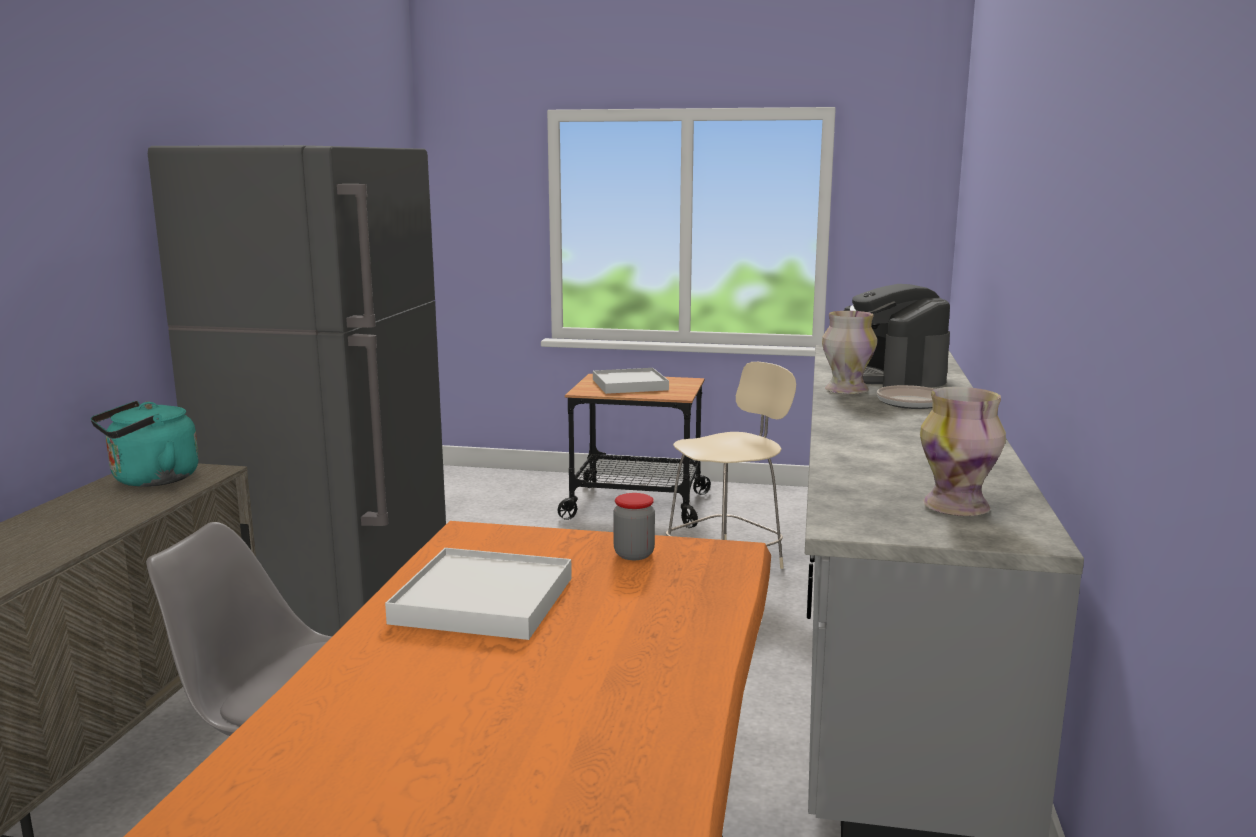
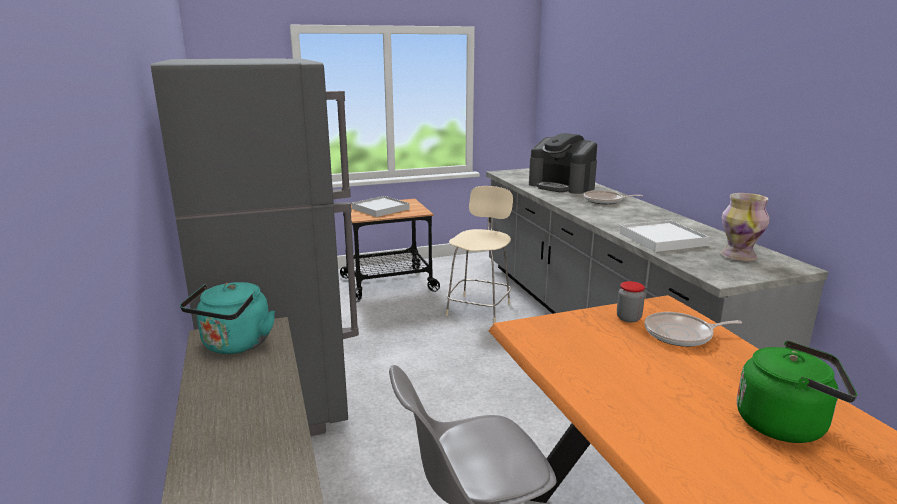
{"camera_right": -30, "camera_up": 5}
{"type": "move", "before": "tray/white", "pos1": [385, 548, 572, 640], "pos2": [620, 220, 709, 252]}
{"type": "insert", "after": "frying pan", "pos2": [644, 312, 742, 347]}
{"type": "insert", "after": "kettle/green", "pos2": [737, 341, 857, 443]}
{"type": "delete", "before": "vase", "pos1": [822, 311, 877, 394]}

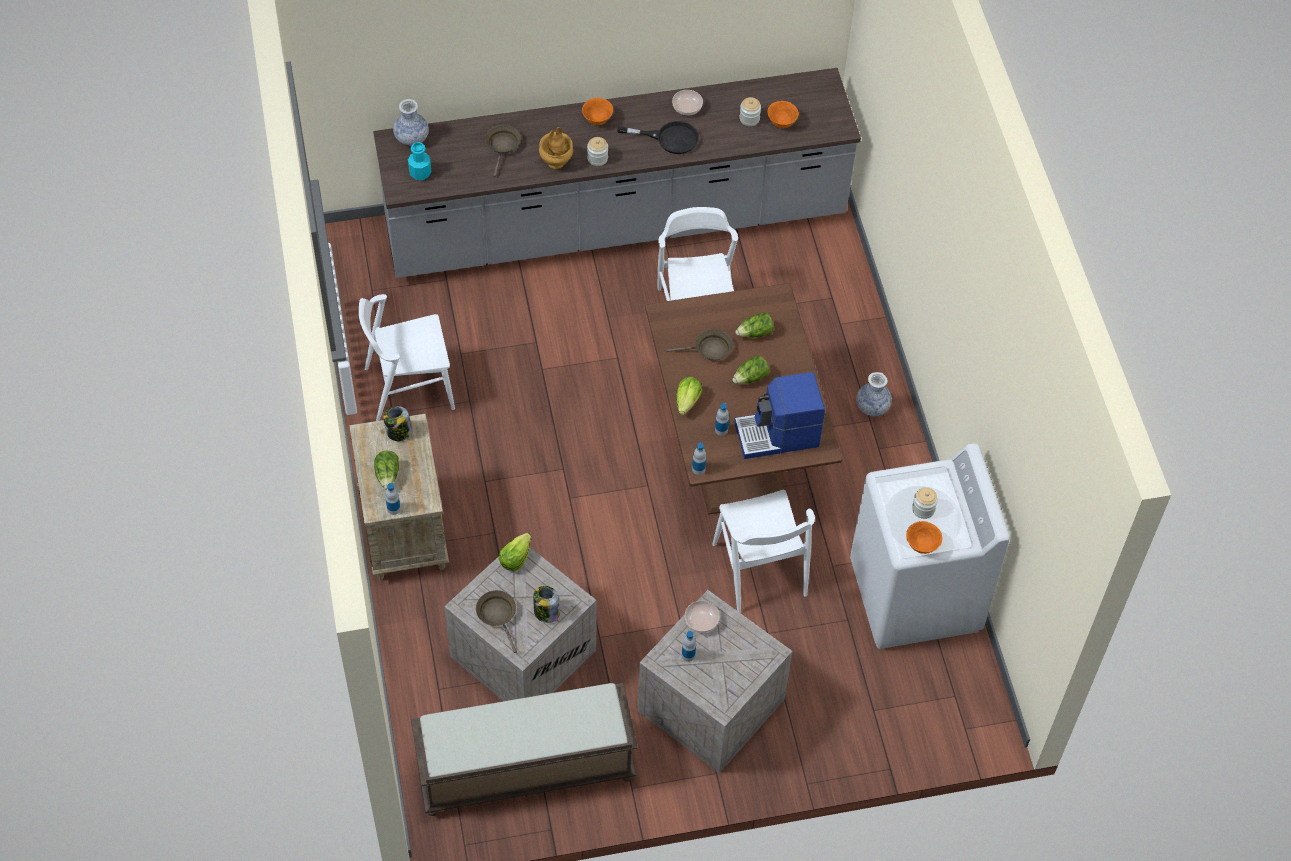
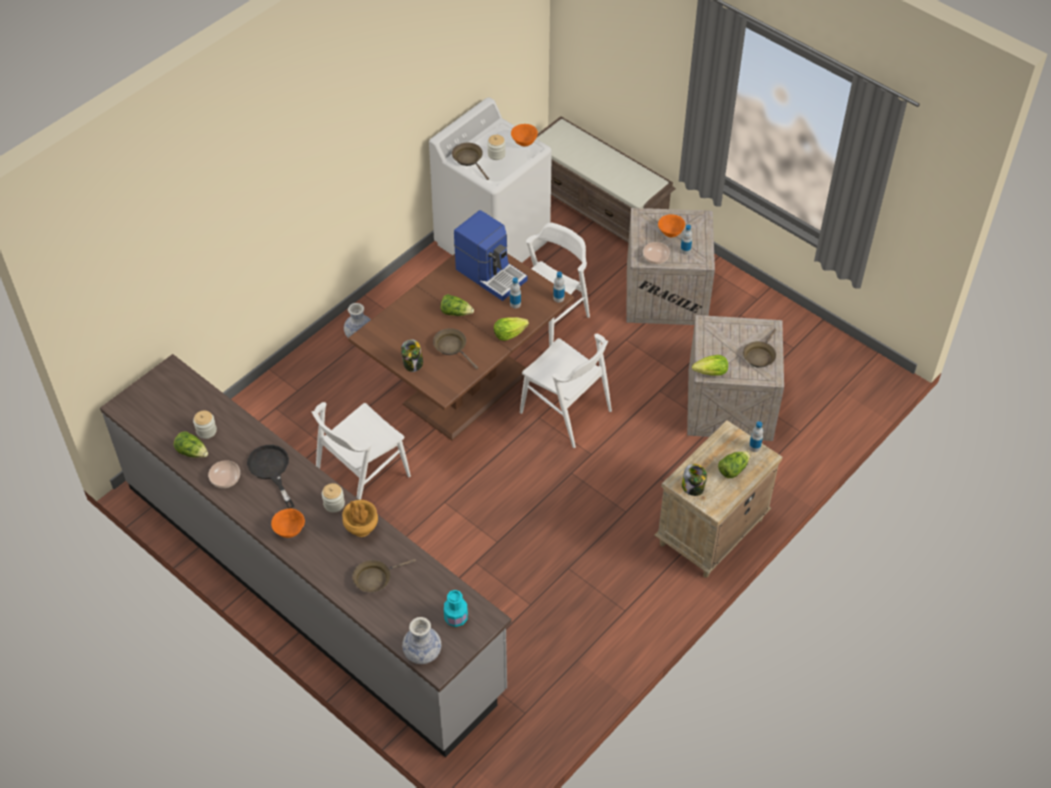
{"camera_right": -125, "camera_up": -5}
{"type": "move", "before": "lettuce", "pos1": [735, 313, 774, 338], "pos2": [174, 431, 208, 458]}
{"type": "move", "before": "jar", "pos1": [533, 586, 560, 623], "pos2": [401, 339, 423, 372]}
{"type": "insert", "after": "frying pan/brown", "pos2": [452, 143, 489, 180]}
{"type": "move", "before": "chair/white", "pos1": [359, 294, 455, 421], "pos2": [520, 334, 612, 448]}
{"type": "move", "before": "bench/brown", "pos1": [411, 683, 637, 816], "pos2": [536, 116, 676, 243]}
{"type": "move", "before": "bowl/orange", "pos1": [767, 101, 799, 128], "pos2": [658, 214, 685, 237]}

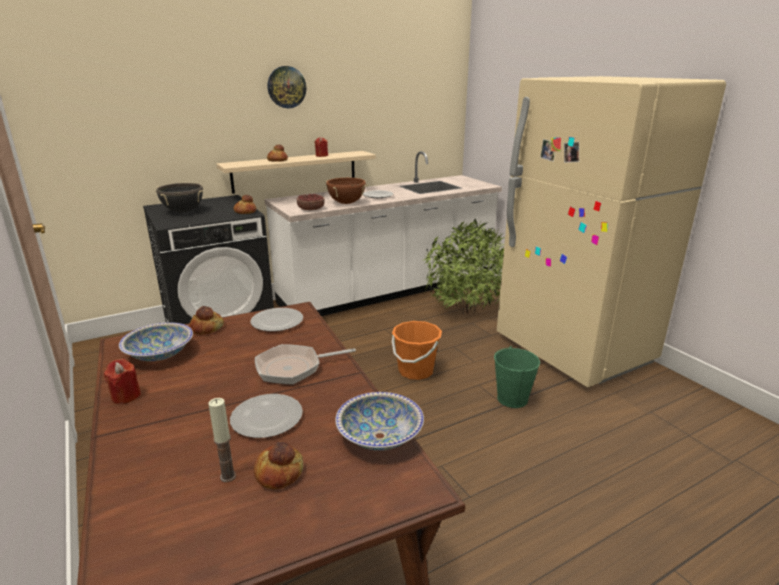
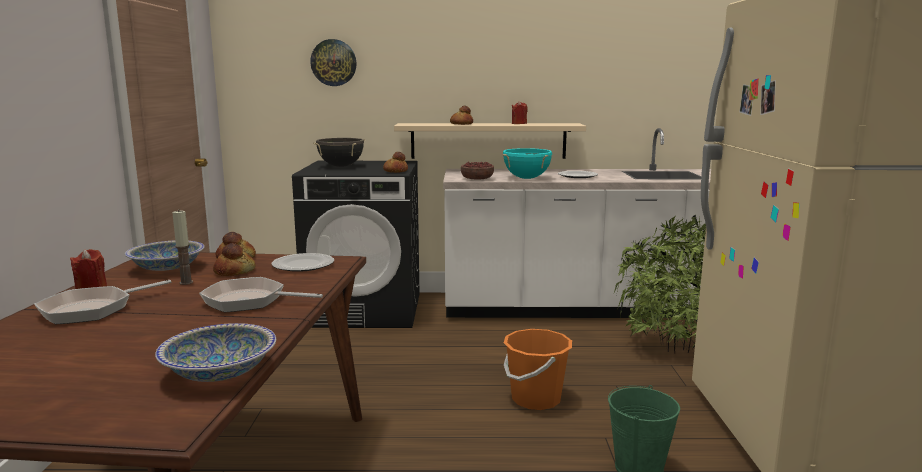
{"camera_right": 30, "camera_up": -10}
{"type": "insert", "after": "frying pan", "pos2": [34, 280, 171, 324]}
{"type": "move", "before": "candle", "pos1": [208, 398, 236, 482], "pos2": [172, 209, 193, 285]}
{"type": "move", "before": "bread", "pos1": [254, 441, 303, 489], "pos2": [213, 243, 256, 276]}
{"type": "move", "before": "wall clock", "pos1": [268, 66, 306, 108], "pos2": [310, 39, 357, 86]}
{"type": "recolor", "before": "cooking pot/brown", "after": "cooking pot/turquoise", "pos1": [325, 178, 368, 204], "pos2": [503, 148, 552, 179]}
{"type": "delete", "before": "plate", "pos1": [230, 394, 303, 438]}

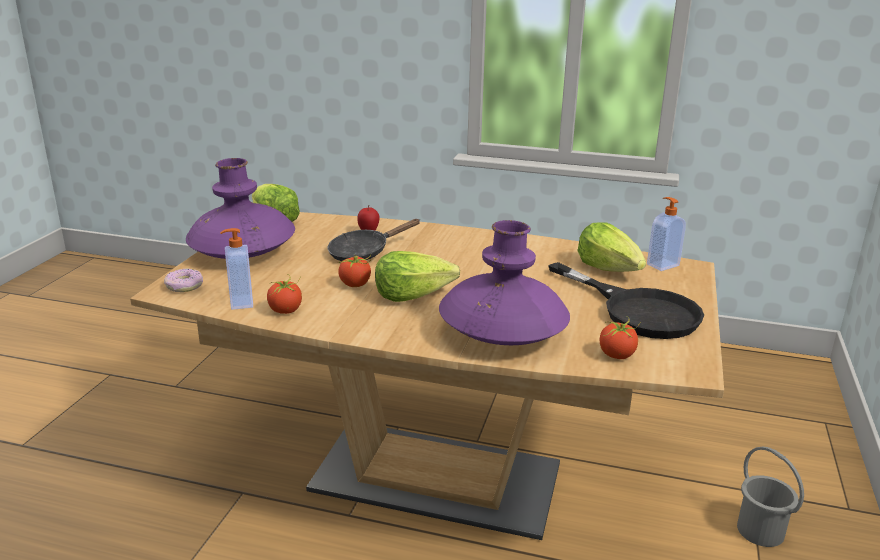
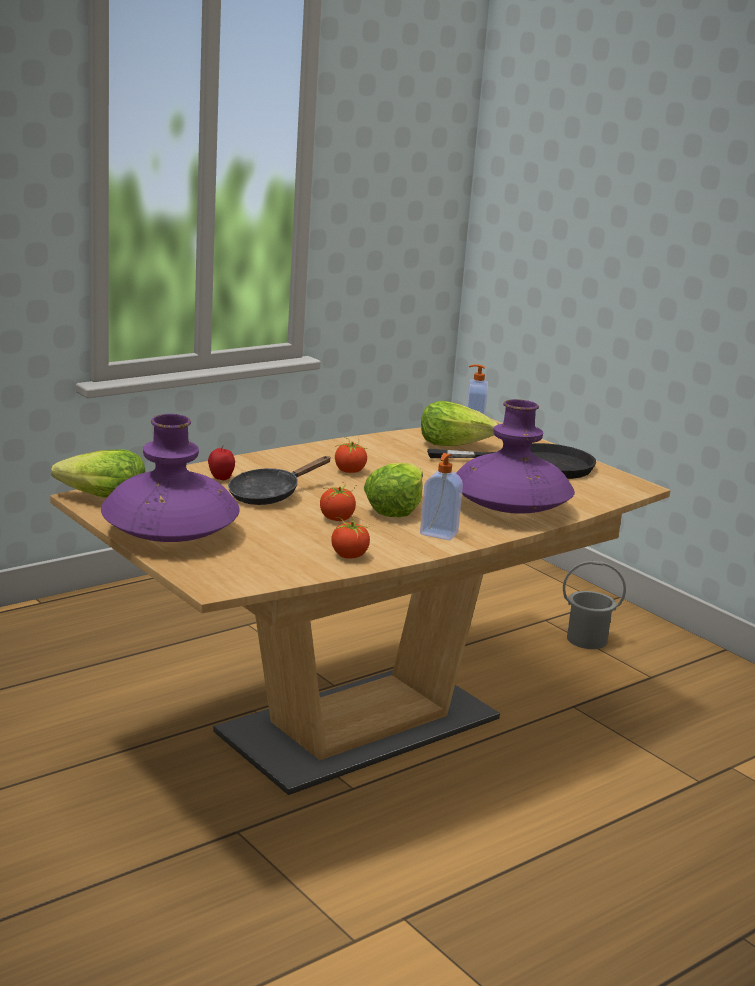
{"camera_right": -55, "camera_up": -5}
{"type": "rotate", "before": "frying pan/black", "pos1": [327, 219, 420, 261], "pos2": [228, 456, 330, 505], "turn": 45}
{"type": "move", "before": "tomato", "pos1": [600, 316, 641, 359], "pos2": [335, 438, 368, 473]}
{"type": "move", "before": "soap dispenser", "pos1": [220, 228, 253, 310], "pos2": [420, 453, 463, 541]}
{"type": "delete", "before": "donut", "pos1": [164, 269, 203, 292]}

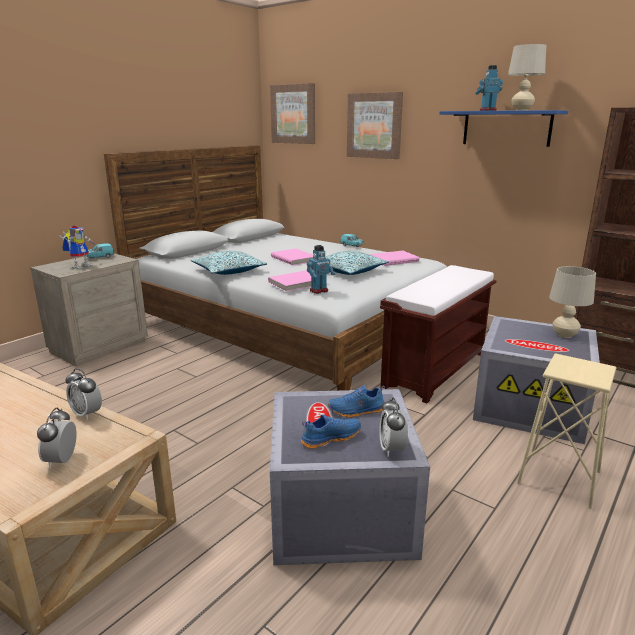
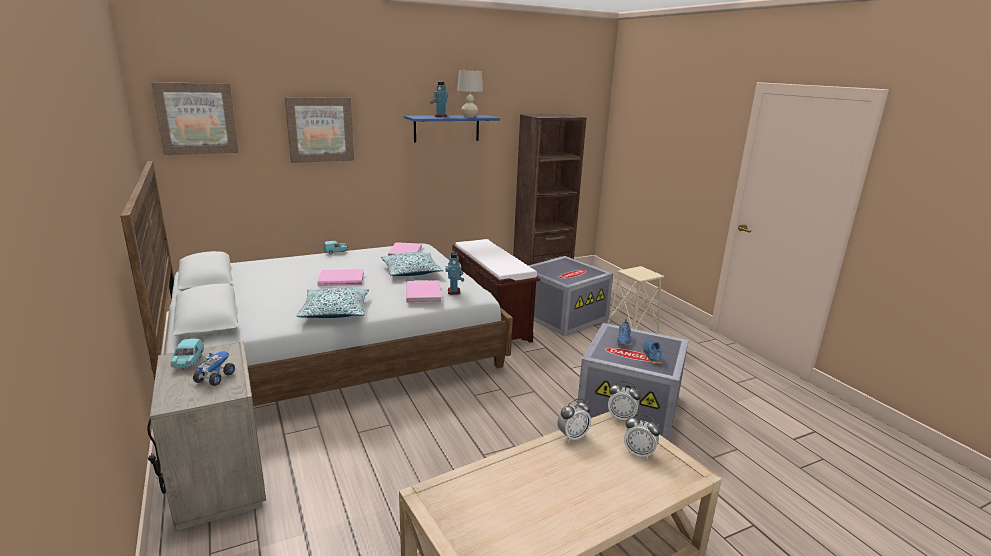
{"camera_right": -65, "camera_up": 0}
{"type": "replace", "before": "toy robot", "after": "toy truck", "pos1": [59, 225, 97, 269], "pos2": [193, 352, 235, 386]}
{"type": "move", "before": "alarm clock", "pos1": [379, 398, 408, 457], "pos2": [608, 381, 641, 420]}
{"type": "delete", "before": "table lamp/beige", "pos1": [549, 266, 596, 338]}

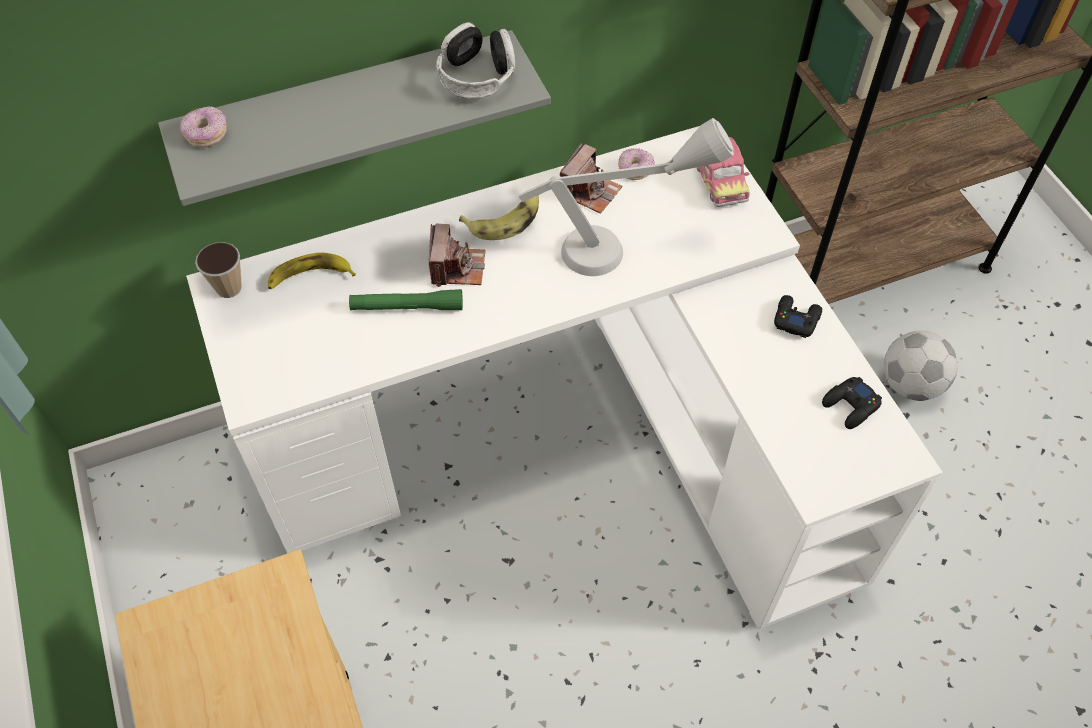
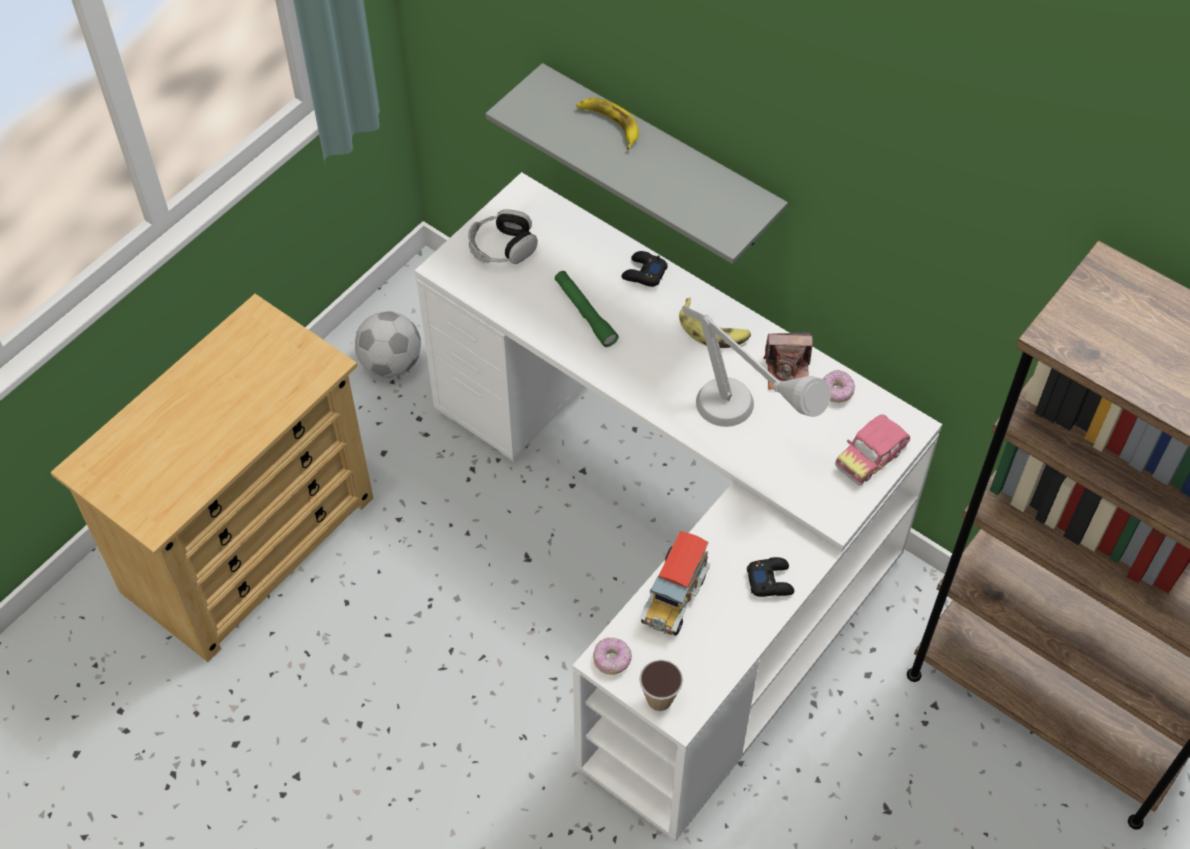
{"camera_right": 60, "camera_up": 0}
{"type": "move", "before": "football", "pos1": [884, 330, 958, 401], "pos2": [355, 311, 421, 377]}
{"type": "move", "before": "headphones", "pos1": [436, 22, 515, 98], "pos2": [468, 209, 537, 264]}
{"type": "move", "before": "banana", "pos1": [268, 253, 356, 289], "pos2": [576, 98, 639, 150]}
{"type": "move", "before": "donut", "pos1": [180, 106, 227, 147], "pos2": [593, 638, 632, 675]}
{"type": "move", "before": "game controller/black", "pos1": [822, 377, 882, 429], "pos2": [622, 251, 668, 287]}
{"type": "move", "before": "cup", "pos1": [195, 242, 242, 298], "pos2": [639, 660, 683, 711]}
{"type": "insert", "after": "toy truck", "pos2": [640, 531, 710, 636]}
{"type": "delete", "before": "photo camera", "pos1": [429, 224, 485, 287]}

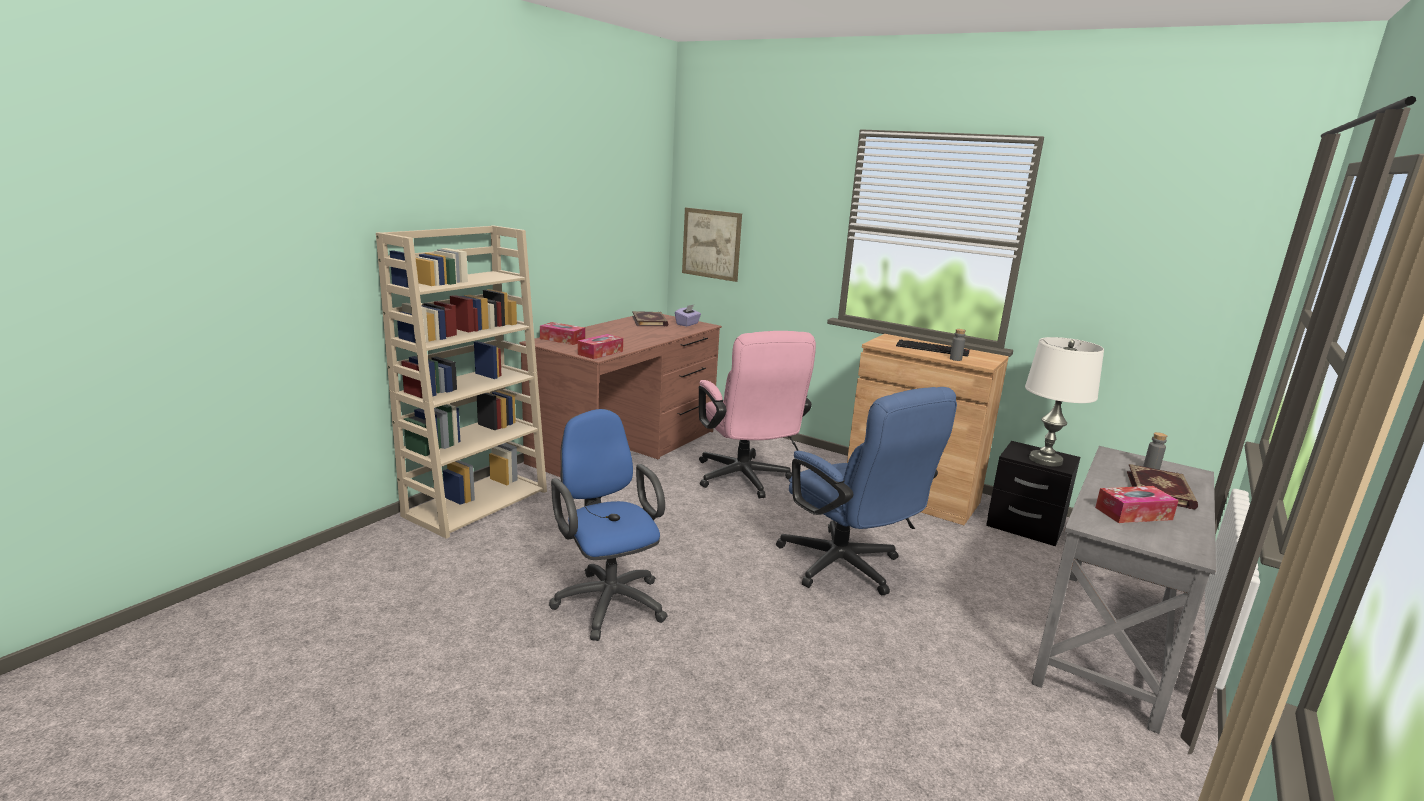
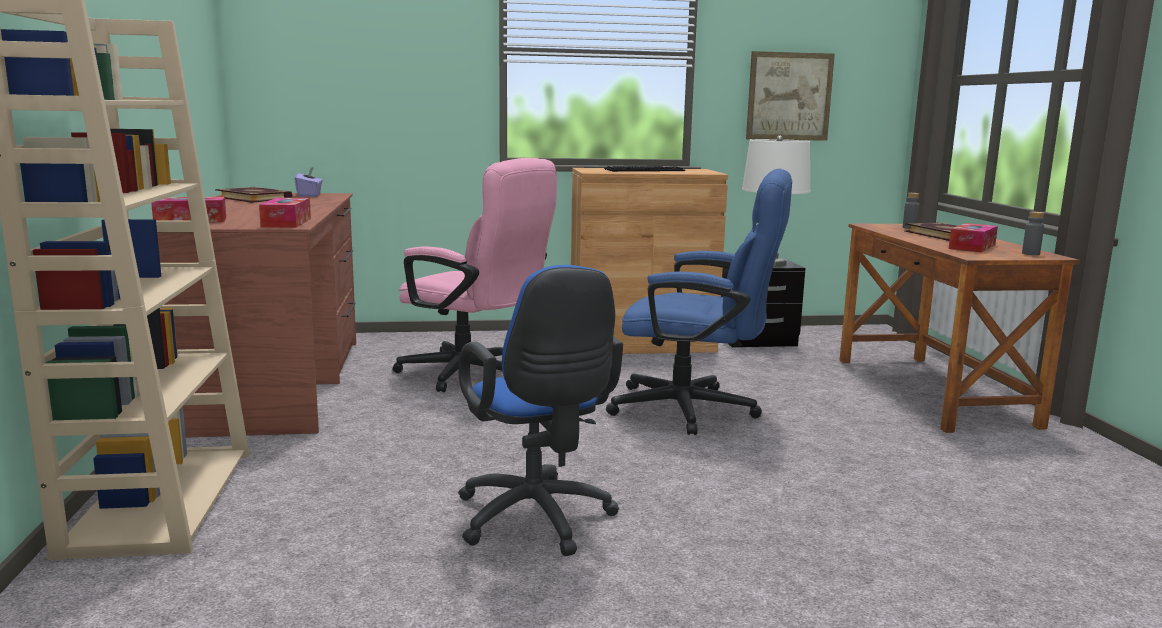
{"camera_right": -40, "camera_up": -5}
{"type": "rotate", "before": "office chair/blue", "pos1": [549, 409, 668, 641], "pos2": [458, 265, 623, 556], "turn": -135}
{"type": "move", "before": "picture", "pos1": [682, 208, 742, 282], "pos2": [746, 51, 835, 141]}
{"type": "recolor", "before": "desk/grey", "after": "desk/brown", "pos1": [1031, 446, 1216, 734], "pos2": [840, 224, 1080, 433]}
{"type": "move", "before": "bottle/grey", "pos1": [950, 329, 966, 361], "pos2": [1022, 212, 1044, 255]}

